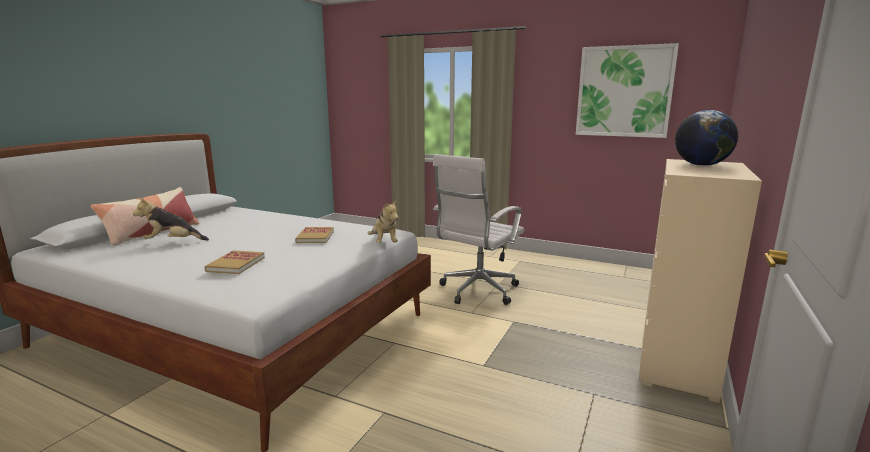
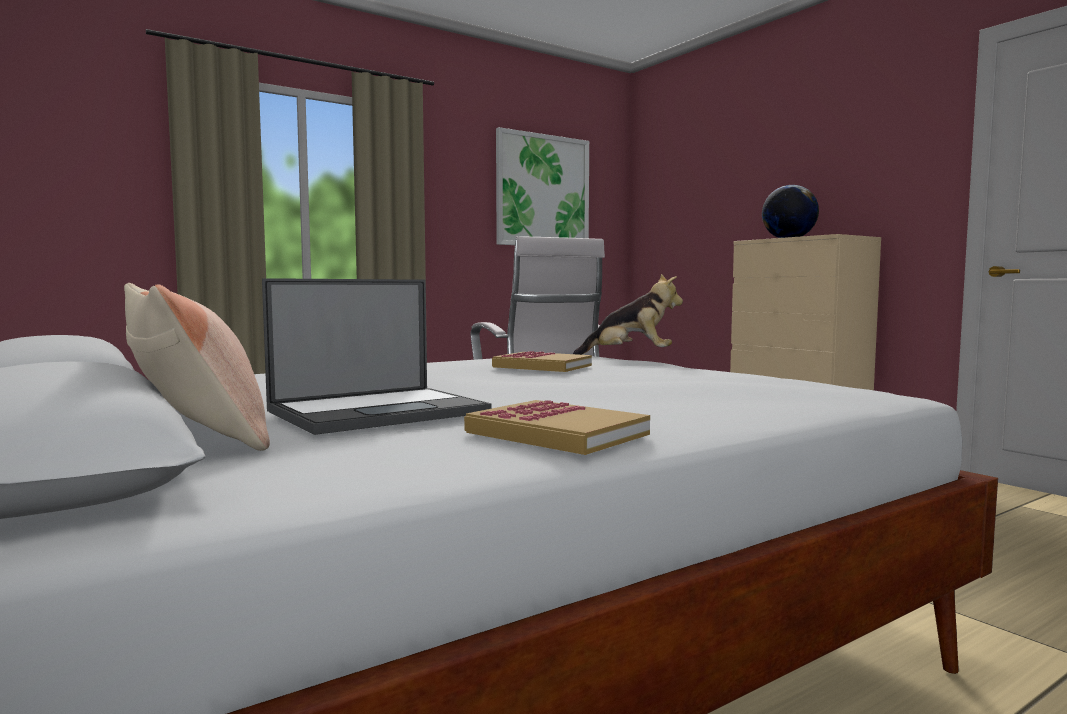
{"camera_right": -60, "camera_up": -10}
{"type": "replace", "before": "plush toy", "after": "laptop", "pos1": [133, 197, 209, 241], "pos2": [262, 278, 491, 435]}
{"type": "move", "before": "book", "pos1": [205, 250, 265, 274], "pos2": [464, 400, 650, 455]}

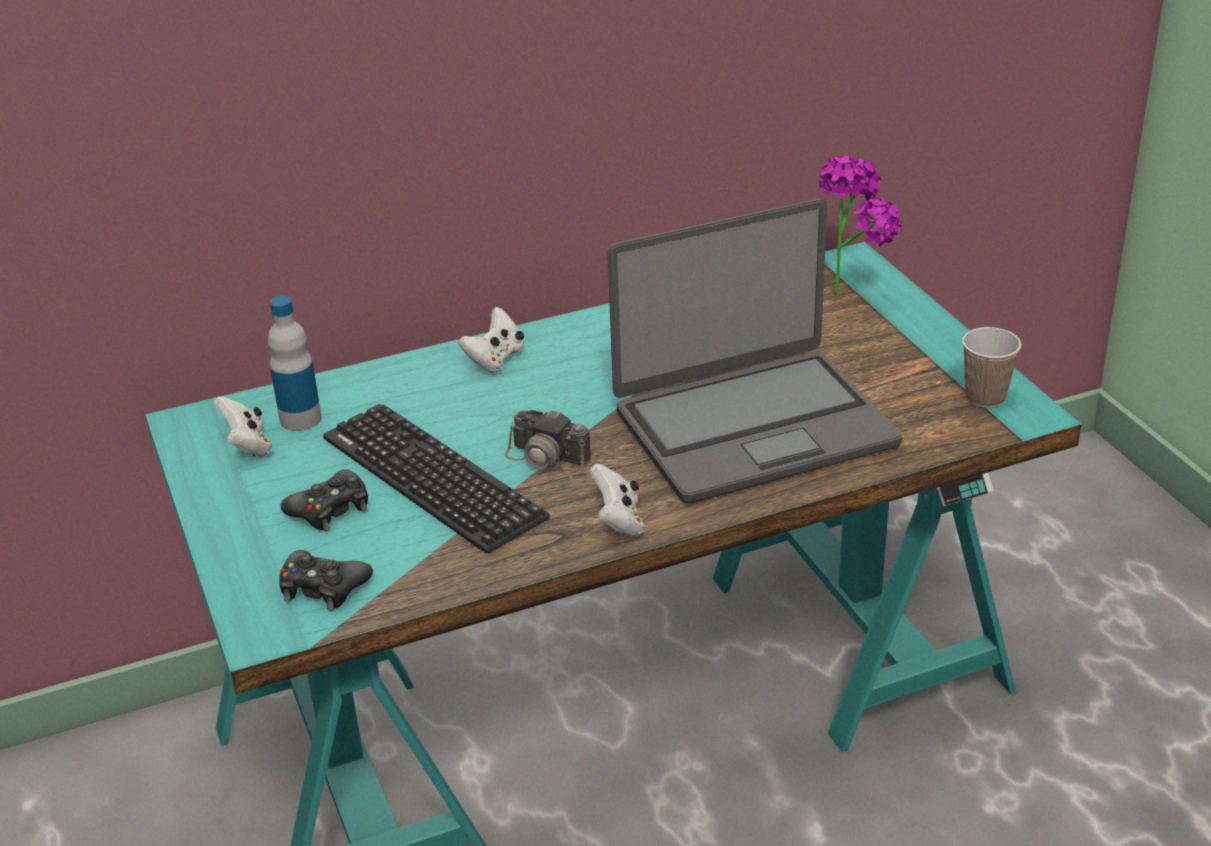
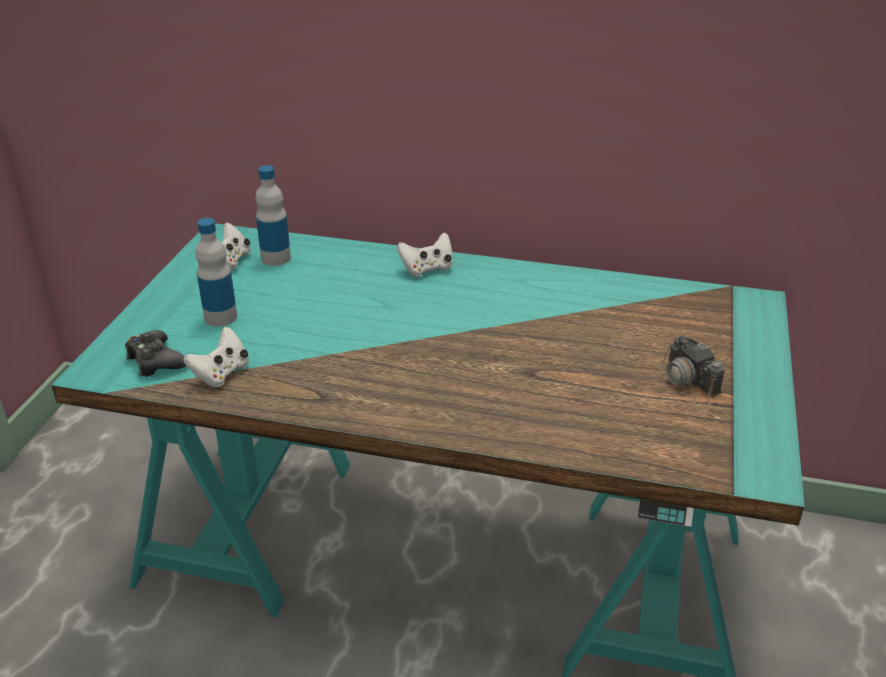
{"camera_right": 35, "camera_up": 0}
{"type": "move", "before": "game controller/white", "pos1": [590, 464, 644, 537], "pos2": [184, 326, 249, 387]}
{"type": "replace", "before": "game controller/black", "after": "bottle", "pos1": [280, 469, 368, 531], "pos2": [195, 218, 237, 326]}
{"type": "move", "before": "photo camera", "pos1": [505, 409, 593, 485], "pos2": [657, 336, 725, 411]}
{"type": "delete", "before": "keyboard", "pos1": [323, 404, 550, 553]}
{"type": "delete", "before": "laptop", "pos1": [608, 199, 902, 503]}
{"type": "delete", "before": "potted plant", "pos1": [819, 155, 902, 296]}
{"type": "delete", "before": "cup", "pos1": [962, 327, 1021, 408]}

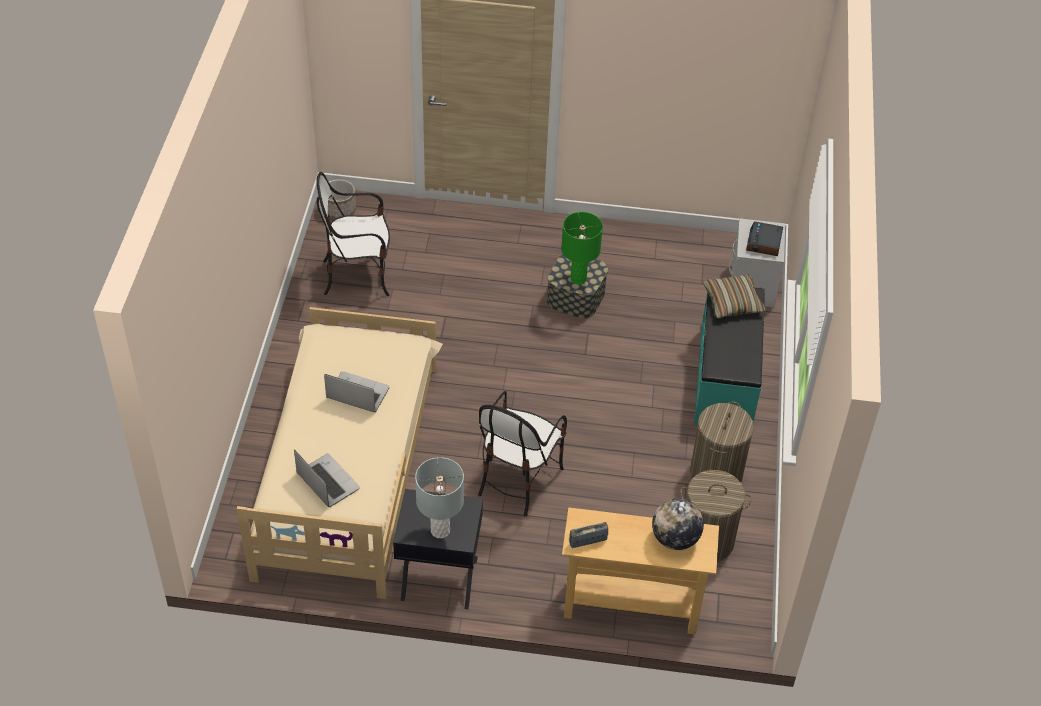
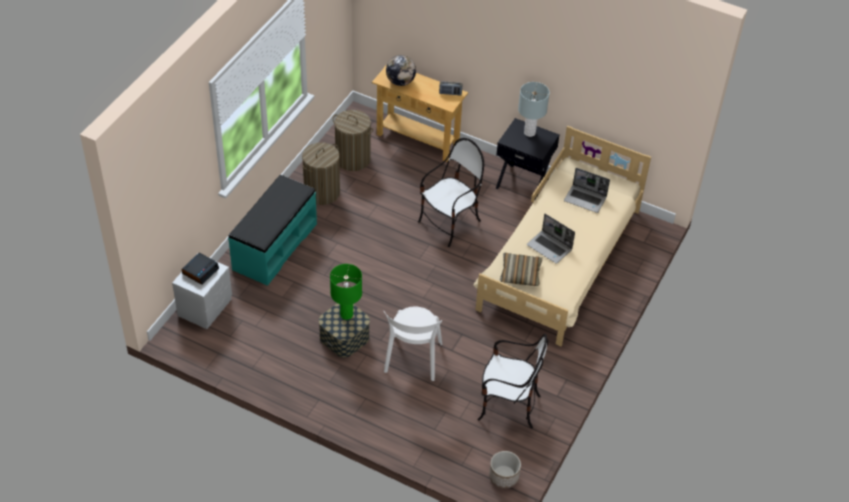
{"camera_right": -160, "camera_up": 0}
{"type": "insert", "after": "chair/white", "pos2": [383, 306, 442, 381]}
{"type": "move", "before": "pillow", "pos1": [703, 275, 766, 318], "pos2": [500, 253, 542, 286]}
{"type": "rotate", "before": "laptop", "pos1": [294, 449, 360, 507], "pos2": [564, 168, 610, 213], "turn": -45}

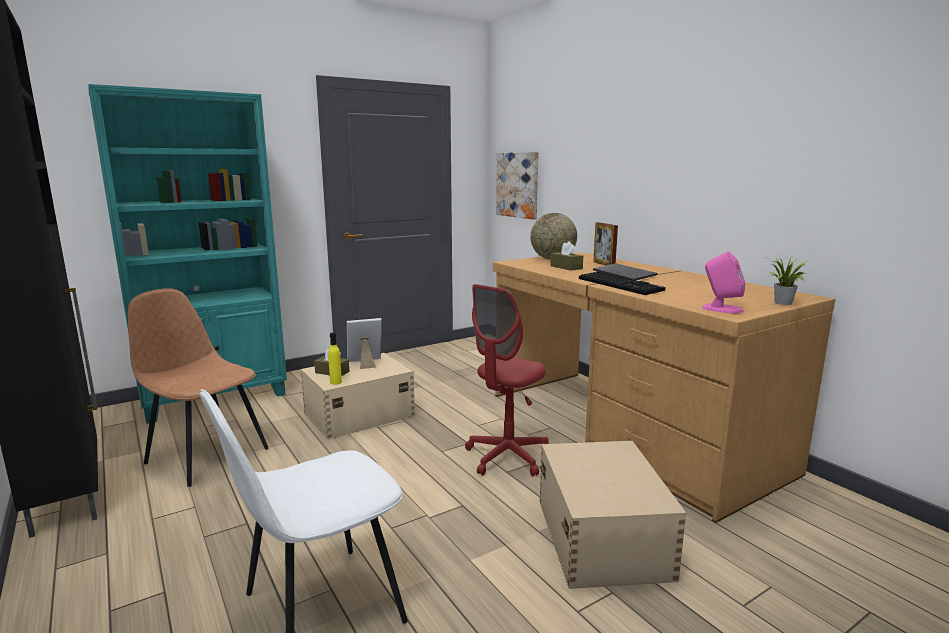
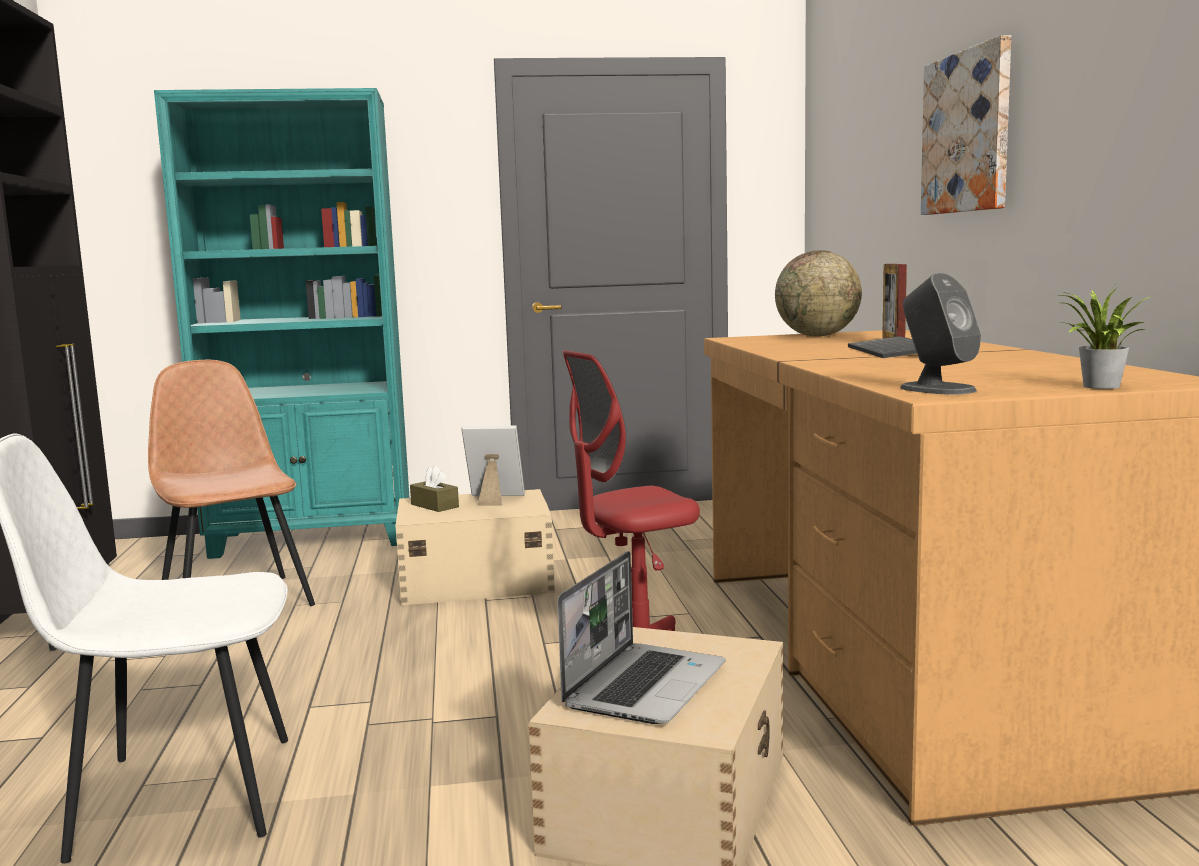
{"camera_right": 25, "camera_up": -5}
{"type": "insert", "after": "laptop", "pos2": [558, 551, 726, 724]}
{"type": "recolor", "before": "speaker/pink", "after": "speaker/grey", "pos1": [702, 251, 745, 313], "pos2": [900, 273, 981, 395]}
{"type": "move", "before": "picture", "pos1": [496, 152, 539, 219], "pos2": [921, 35, 1011, 215]}
{"type": "delete", "before": "bottle/yellow", "pos1": [328, 332, 342, 385]}
{"type": "delete", "before": "tissue box/brown", "pos1": [550, 241, 583, 271]}
{"type": "delete", "before": "keyboard", "pos1": [579, 271, 665, 295]}

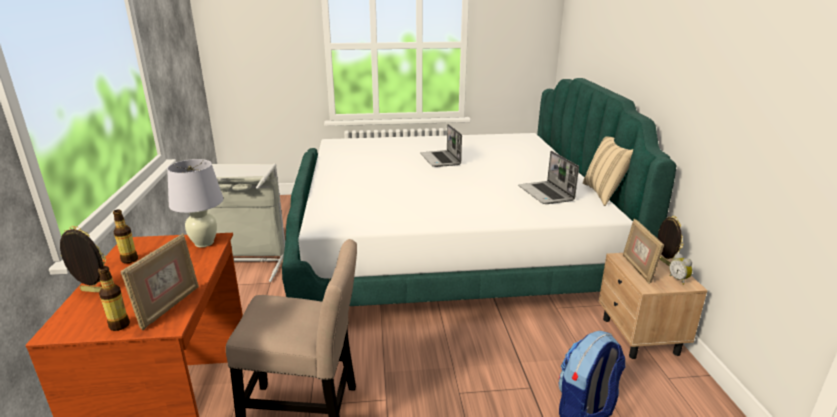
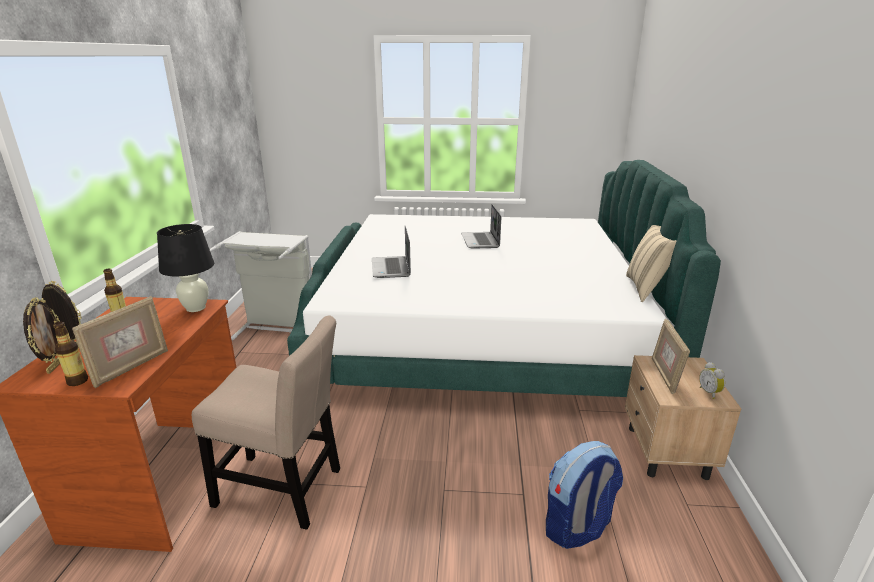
{"camera_right": 10, "camera_up": 0}
{"type": "move", "before": "picture frame", "pos1": [658, 216, 683, 266], "pos2": [23, 297, 60, 374]}
{"type": "recolor", "before": "table lamp/white", "after": "table lamp/black", "pos1": [167, 159, 223, 247], "pos2": [157, 224, 214, 312]}
{"type": "move", "before": "laptop", "pos1": [518, 151, 579, 204], "pos2": [372, 226, 411, 278]}

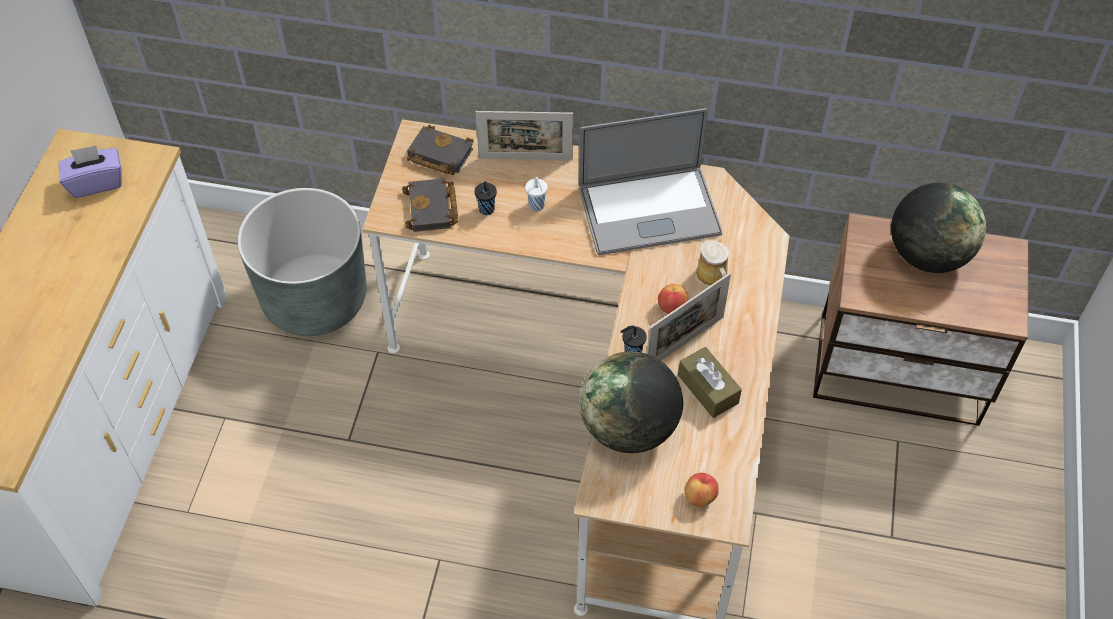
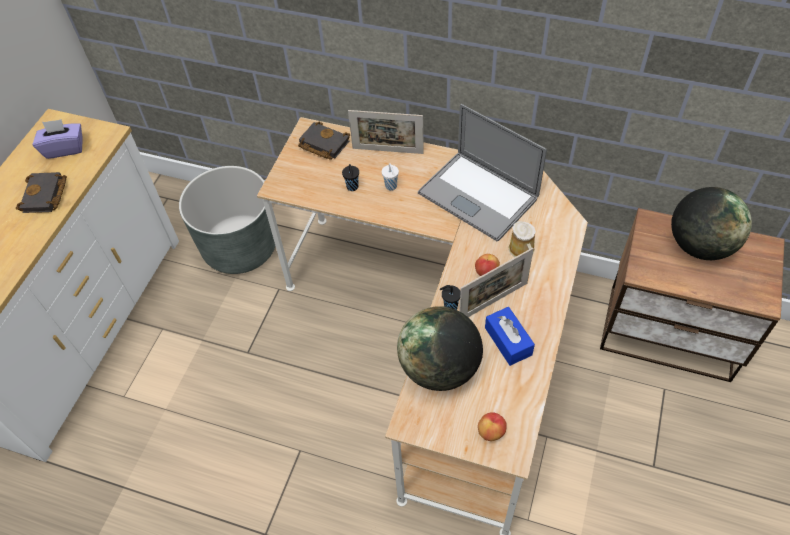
{"camera_right": 10, "camera_up": 0}
{"type": "move", "before": "book/black", "pos1": [402, 178, 458, 232], "pos2": [16, 172, 67, 213]}
{"type": "rotate", "before": "laptop", "pos1": [579, 108, 722, 255], "pos2": [418, 104, 547, 241], "turn": 45}
{"type": "recolor", "before": "tissue box/brown", "after": "tissue box/blue", "pos1": [678, 347, 742, 418], "pos2": [485, 307, 535, 366]}

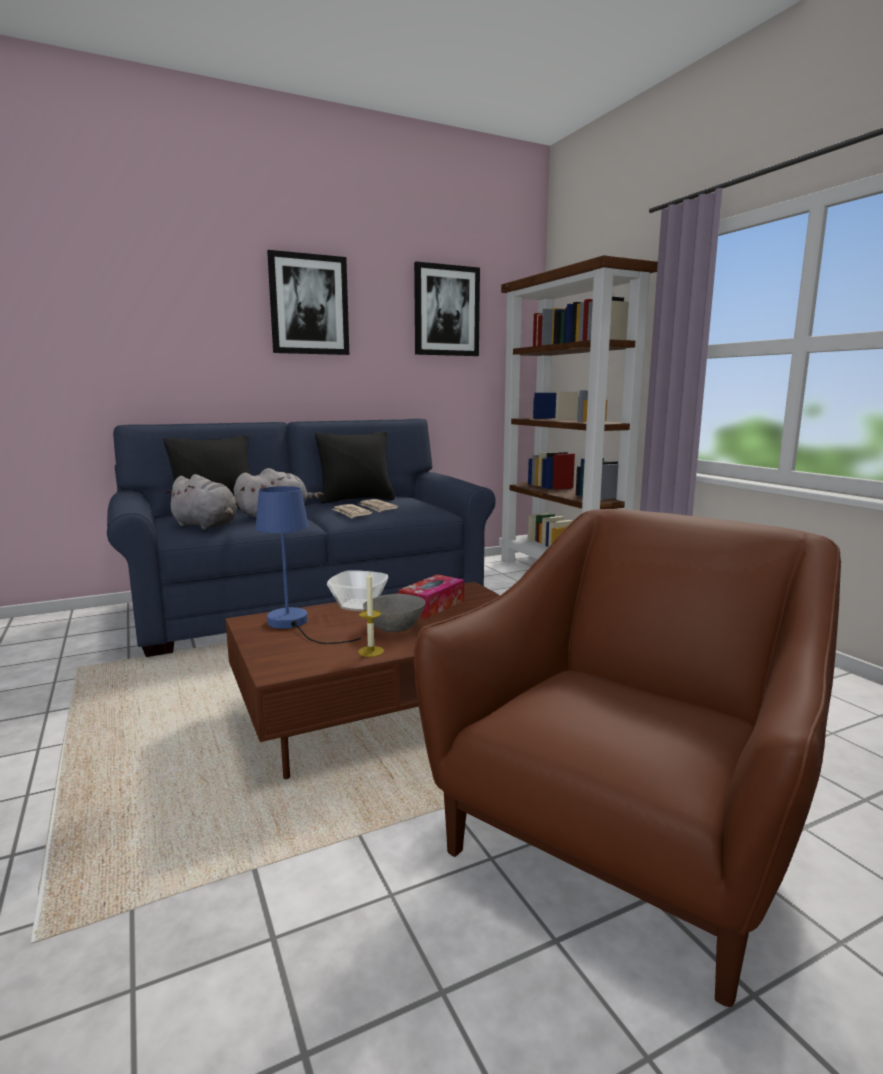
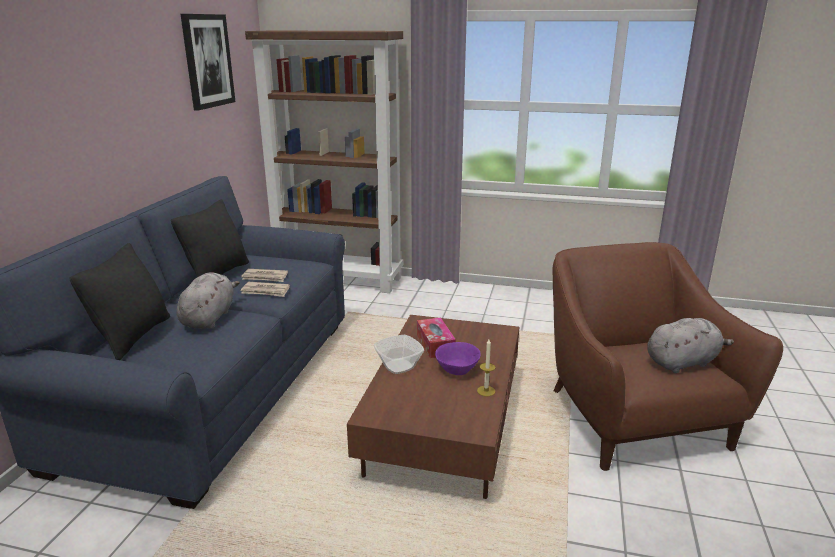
{"camera_right": -50, "camera_up": 10}
{"type": "recolor", "before": "bowl/grey", "after": "bowl/purple", "pos1": [363, 594, 425, 632], "pos2": [435, 342, 481, 375]}
{"type": "move", "before": "plush toy/grey", "pos1": [165, 474, 238, 530], "pos2": [648, 318, 734, 373]}
{"type": "delete", "before": "table lamp/blue", "pos1": [255, 486, 361, 644]}
{"type": "delete", "before": "picture", "pos1": [267, 250, 349, 355]}

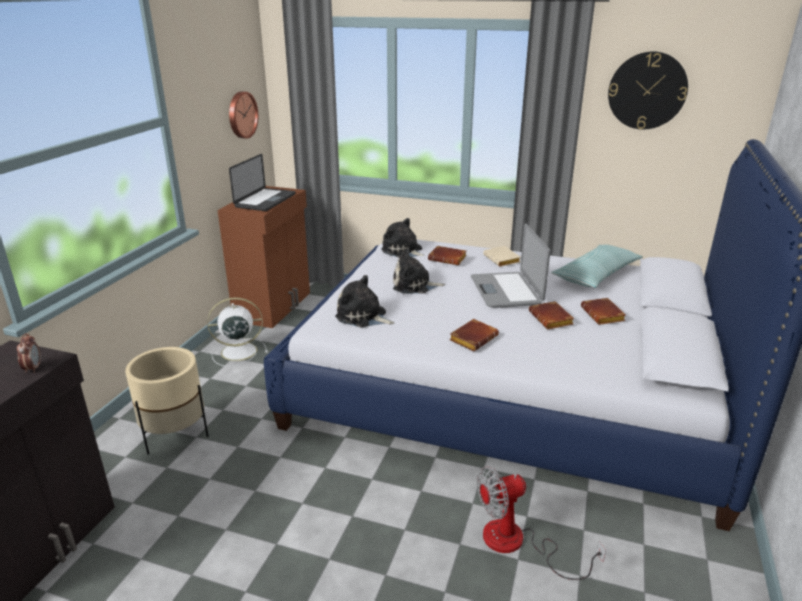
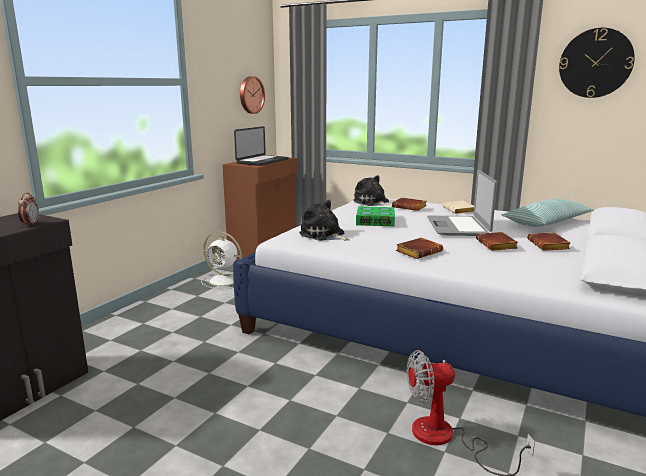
{"camera_right": 10, "camera_up": -10}
{"type": "rotate", "before": "fan/white", "pos1": [207, 298, 268, 367], "pos2": [201, 231, 242, 289], "turn": -150}
{"type": "replace", "before": "plush toy", "after": "book", "pos1": [393, 248, 445, 294], "pos2": [356, 206, 395, 227]}
{"type": "delete", "before": "planter/beige", "pos1": [125, 347, 209, 455]}

